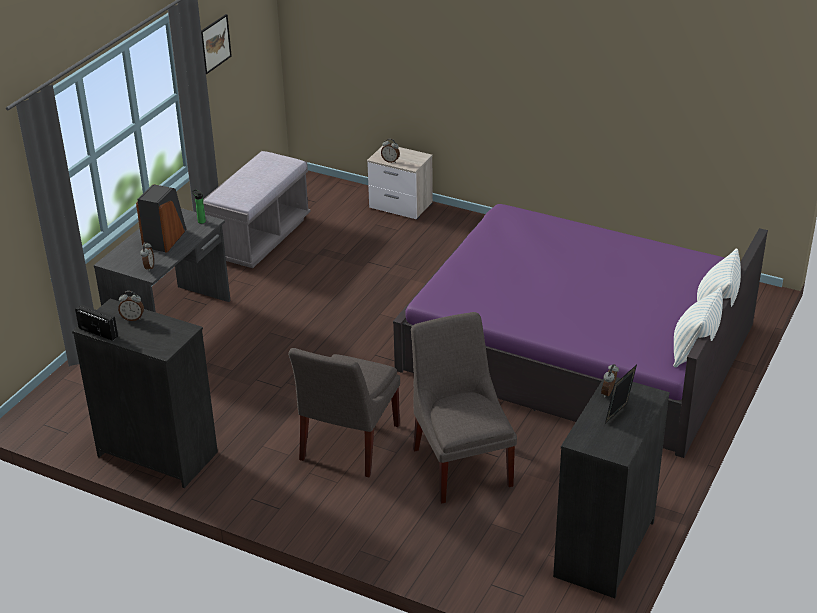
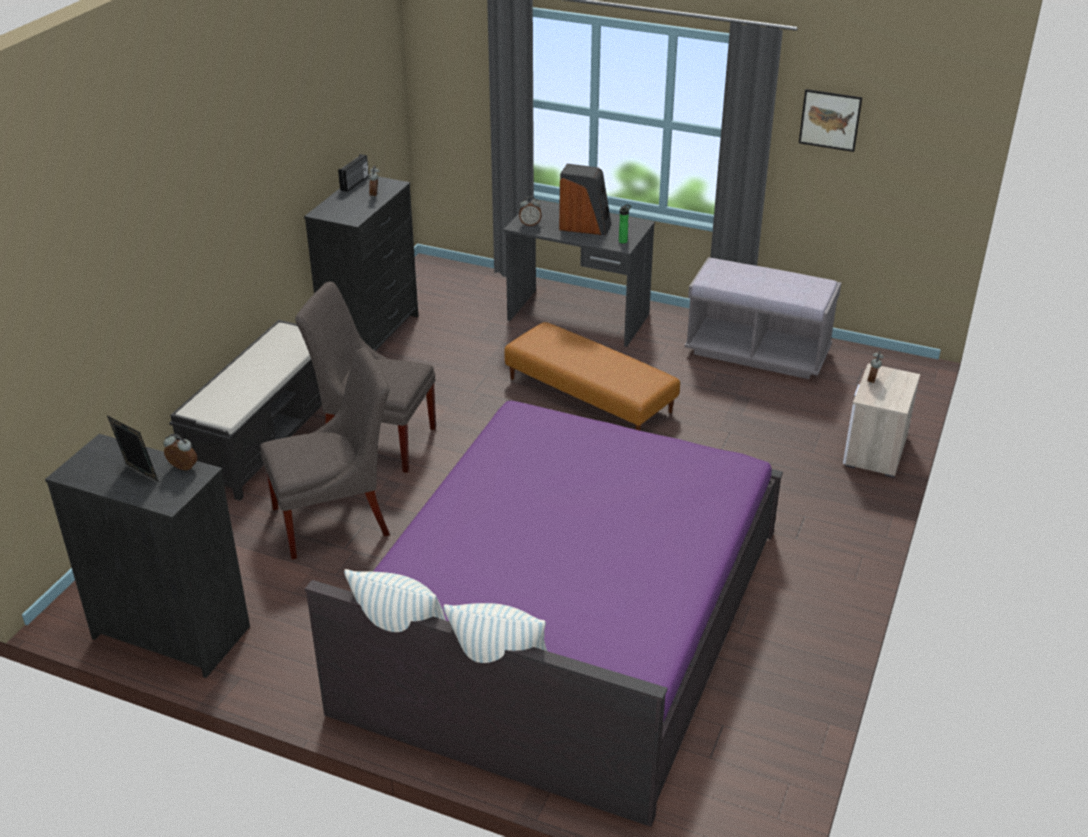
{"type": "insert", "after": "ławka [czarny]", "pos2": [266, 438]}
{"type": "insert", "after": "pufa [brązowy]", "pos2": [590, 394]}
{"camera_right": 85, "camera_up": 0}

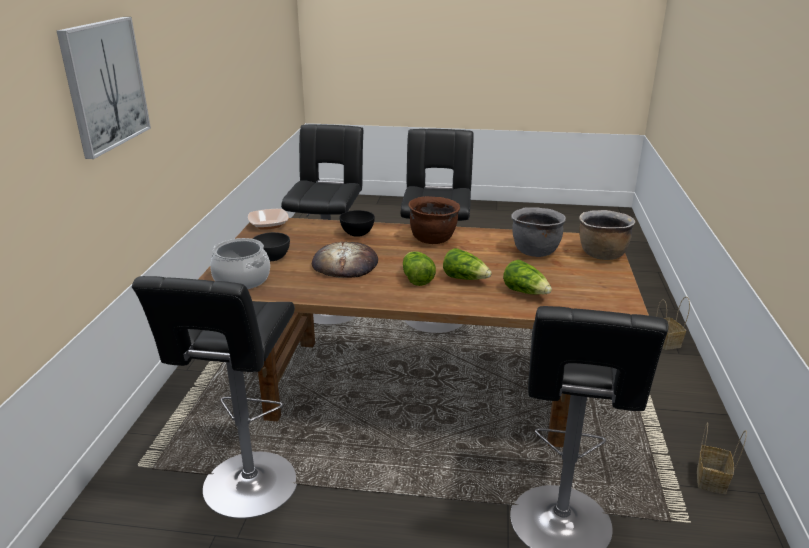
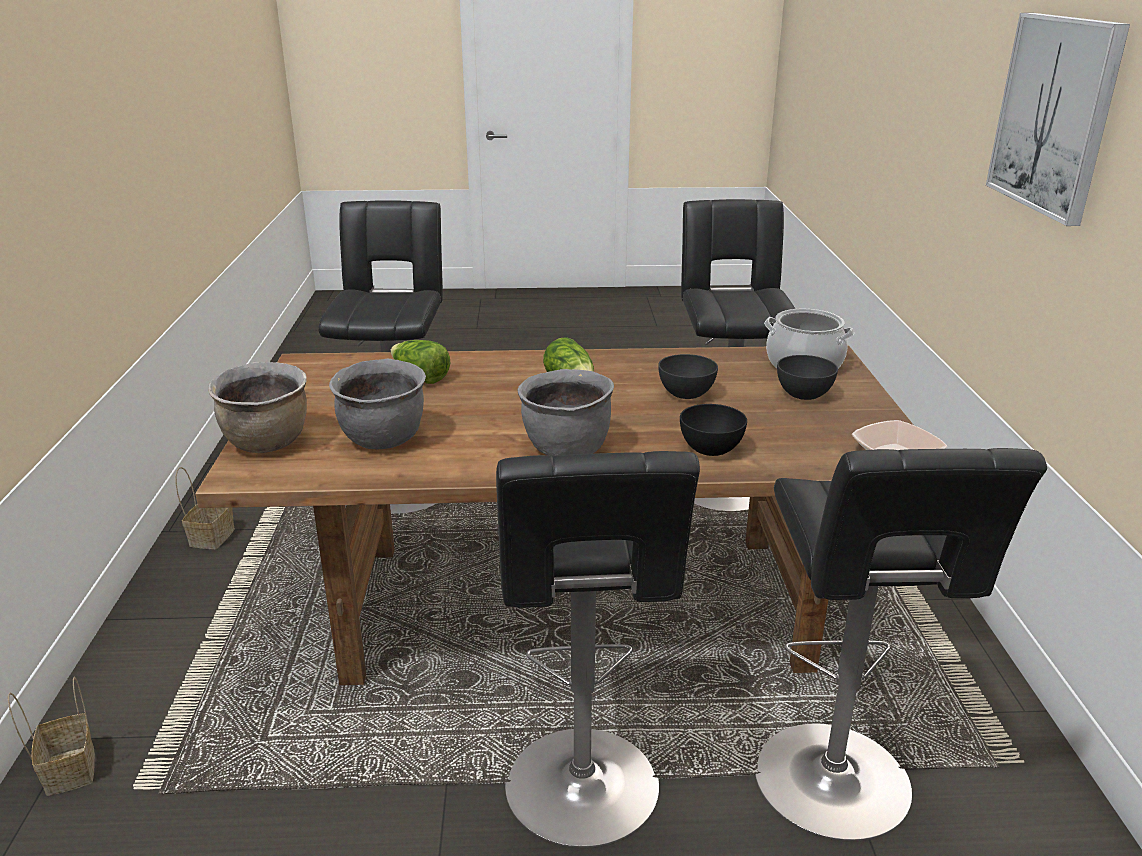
{"type": "delete", "before": "sałata", "pos1": [465, 279]}
{"type": "replace", "before": "chleb", "after": "miska [szary]", "pos1": [345, 264], "pos2": [686, 394]}
{"type": "recolor", "before": "garnek [brązowy]", "after": "garnek [szary]", "pos1": [433, 239], "pos2": [566, 449]}
{"camera_right": 170, "camera_up": 0}

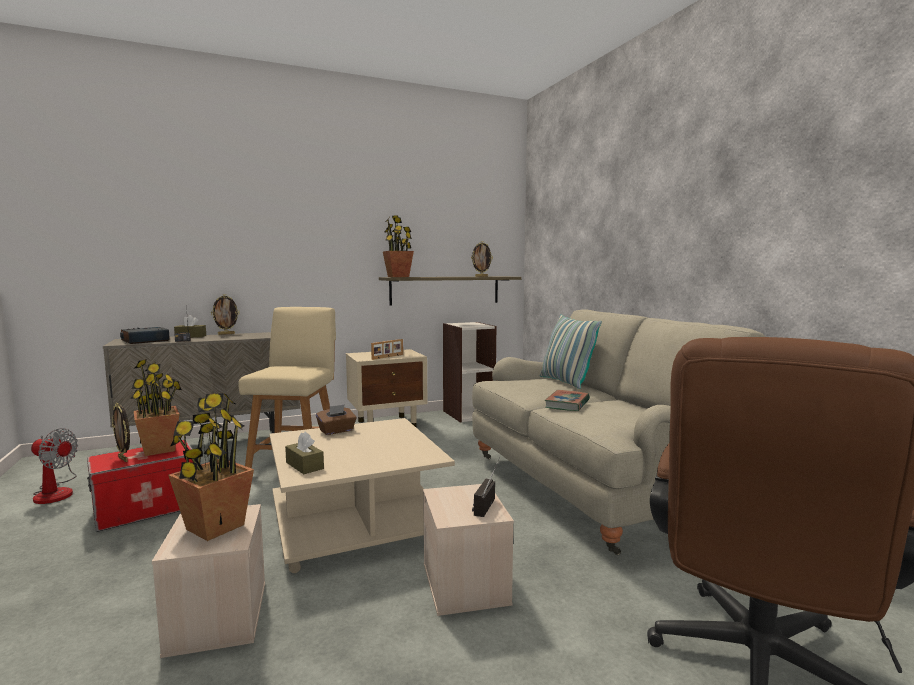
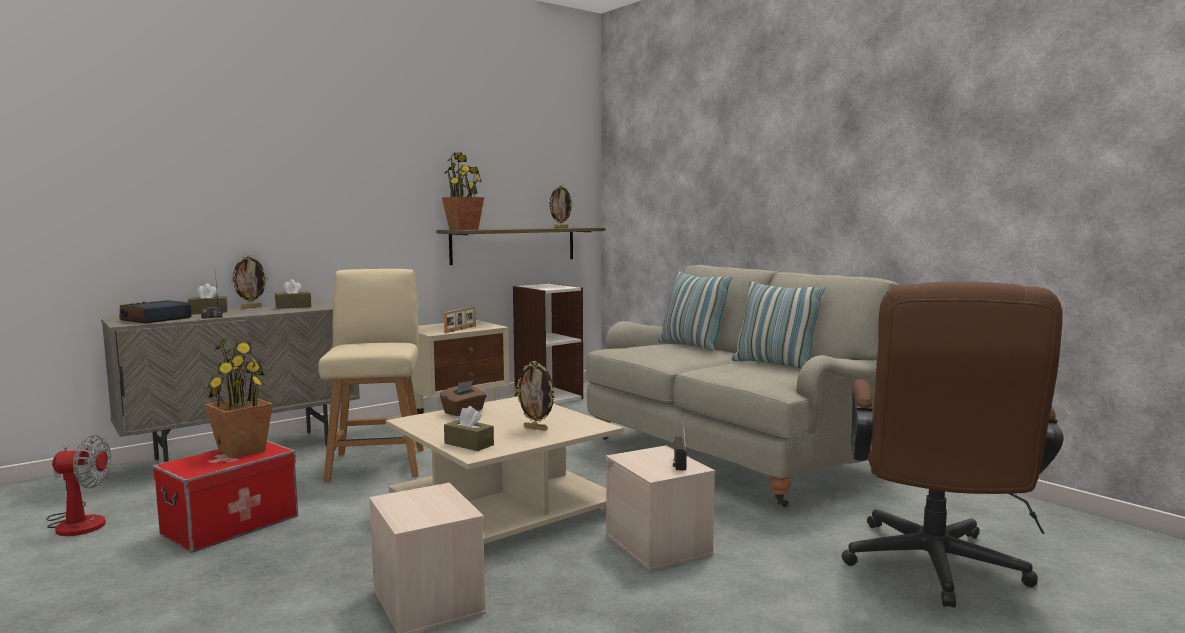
{"type": "delete", "before": "roślina doniczkowa", "pos1": [214, 527]}
{"type": "delete", "before": "książka", "pos1": [567, 404]}
{"type": "insert", "after": "pudełko chusteczek [brązowy]", "pos2": [293, 306]}
{"type": "insert", "after": "poduszka", "pos2": [774, 364]}
{"type": "move", "before": "ramka na zdjęcie", "pos1": [124, 459], "pos2": [536, 428]}
{"camera_right": -15, "camera_up": 0}

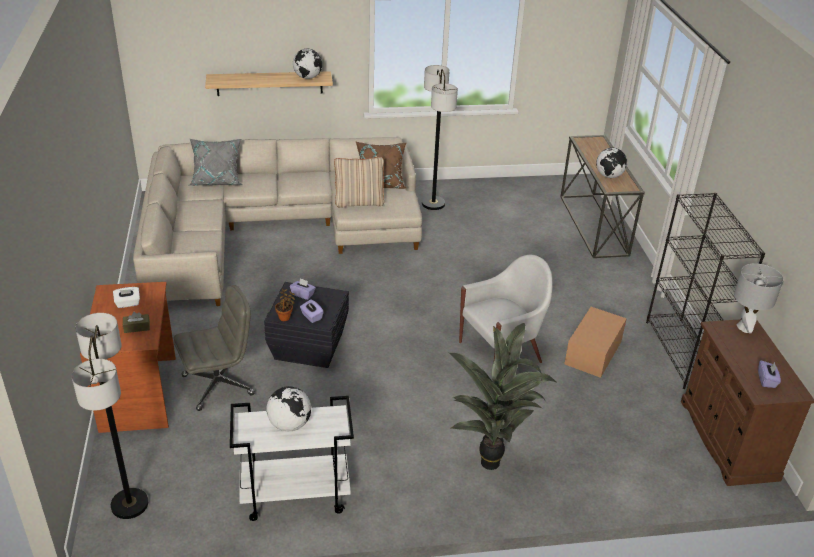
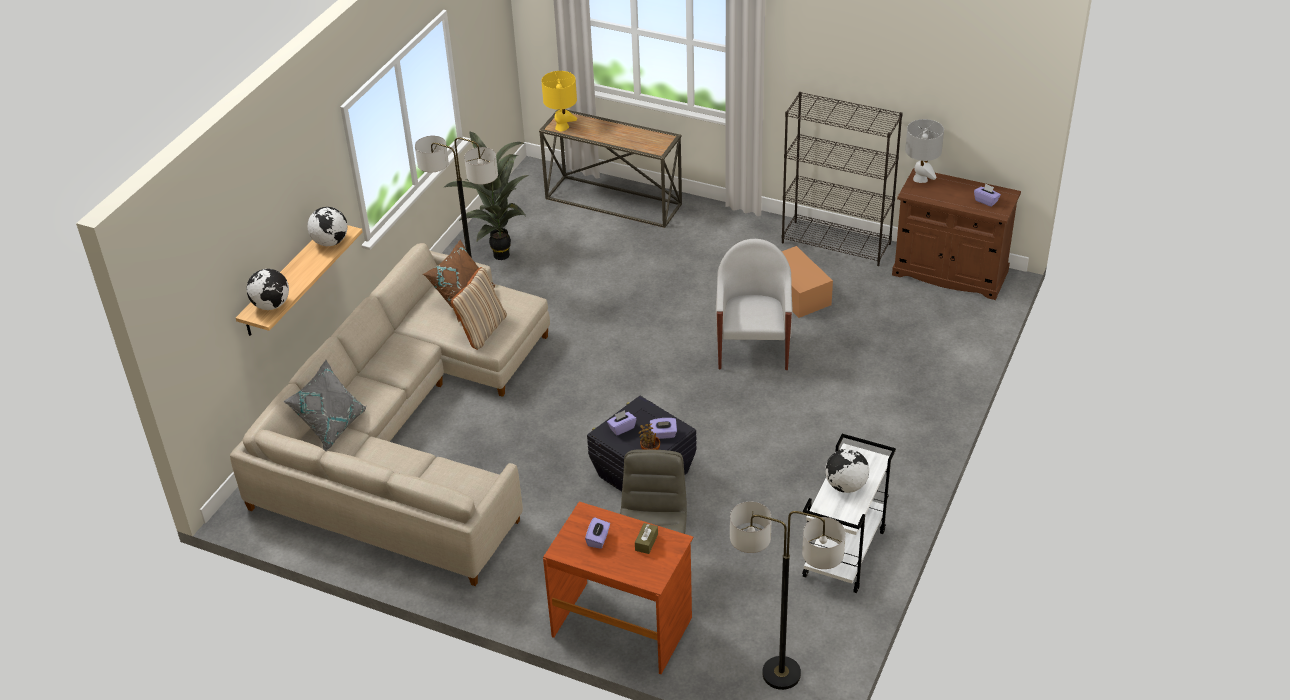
{"type": "insert", "after": "lampa stołowa [żółty]", "pos2": [562, 127]}
{"type": "move", "before": "roślina doniczkowa", "pos1": [491, 459], "pos2": [499, 253]}
{"type": "move", "before": "globus", "pos1": [609, 176], "pos2": [272, 305]}
{"type": "recolor", "before": "pudełko chusteczek [biały]", "after": "pudełko chusteczek [fioletowy]", "pos1": [128, 303], "pos2": [598, 539]}
{"camera_right": -55, "camera_up": 5}

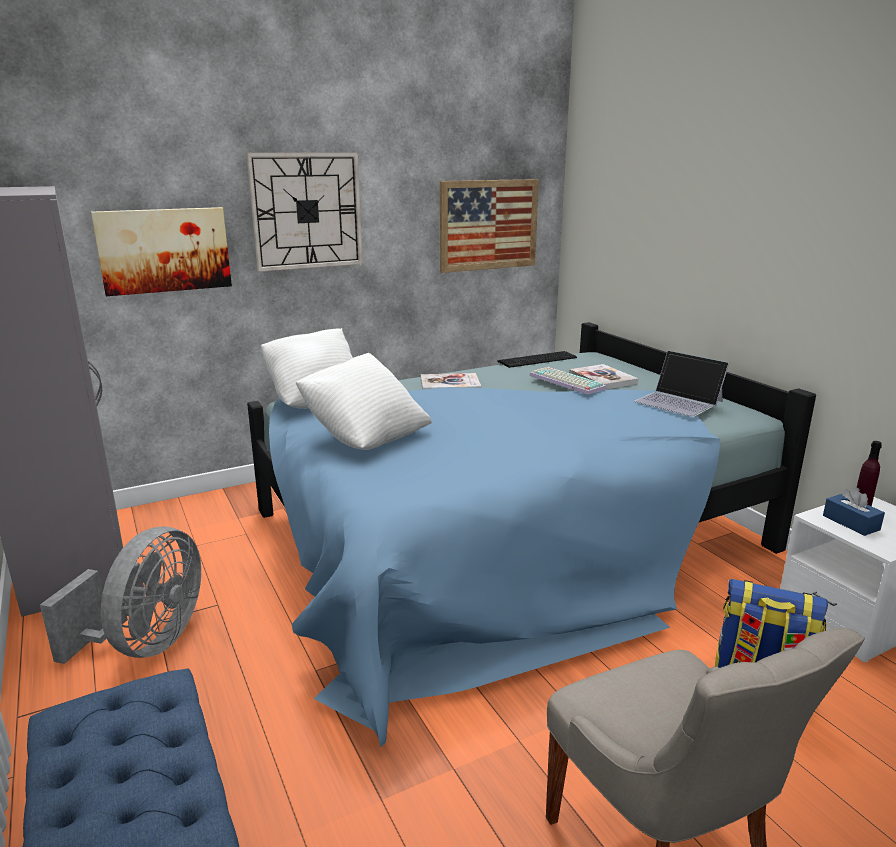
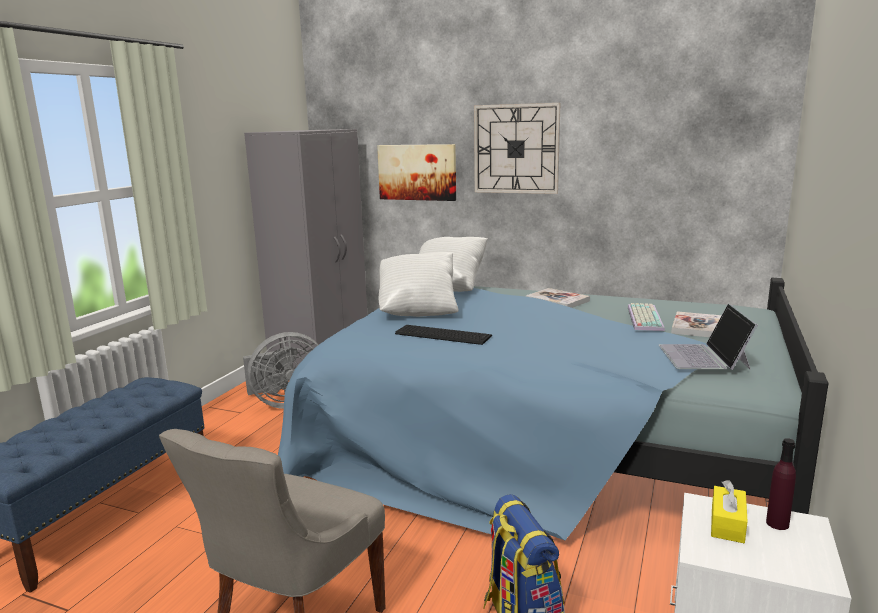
{"type": "delete", "before": "obraz", "pos1": [488, 225]}
{"type": "move", "before": "klawiatura", "pos1": [539, 360], "pos2": [443, 335]}
{"type": "recolor", "before": "pudełko chusteczek [niebieski]", "after": "pudełko chusteczek [żółty]", "pos1": [851, 523], "pos2": [727, 524]}
{"camera_right": 50, "camera_up": -5}

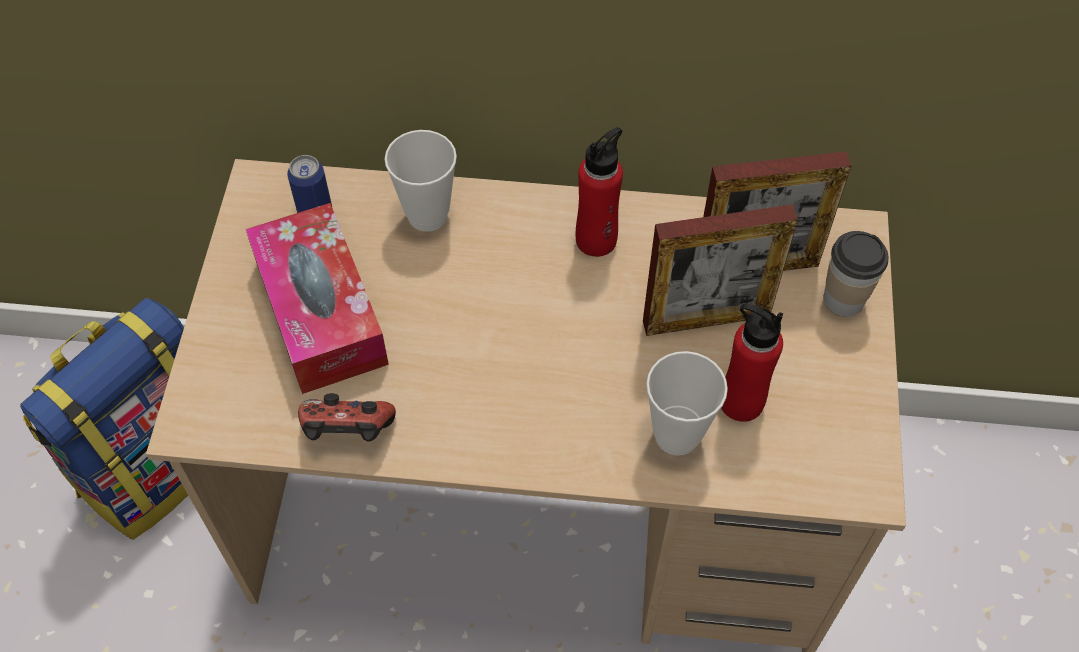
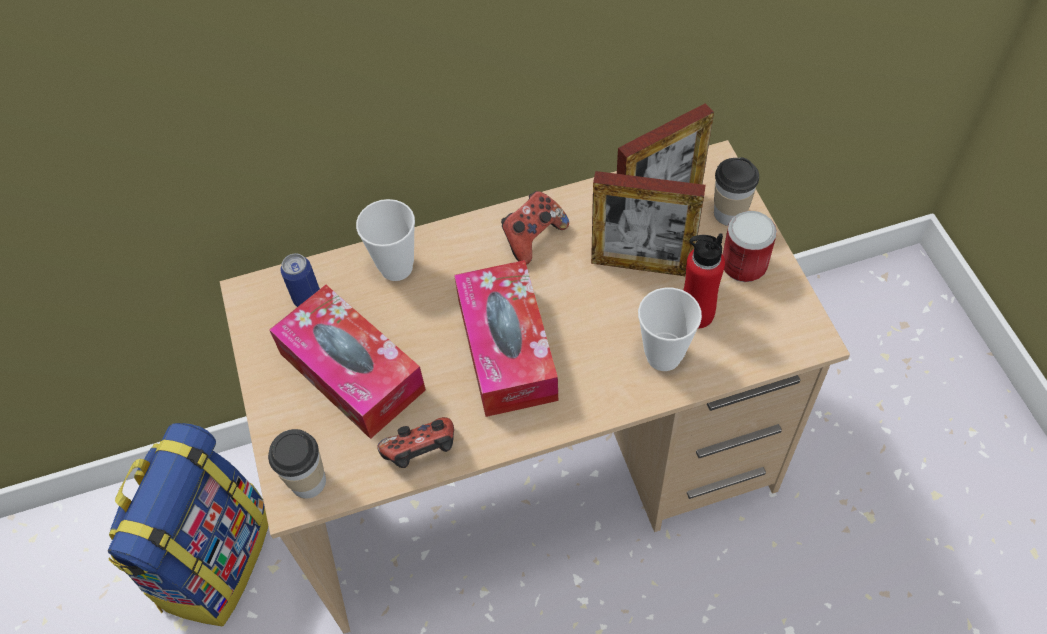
{"type": "insert", "after": "filiżanka", "pos2": [308, 481]}
{"type": "insert", "after": "pudełko chusteczek", "pos2": [506, 349]}
{"type": "insert", "after": "puszka", "pos2": [744, 264]}
{"type": "replace", "before": "butelka [czerwony]", "after": "pad do gier", "pos1": [596, 240], "pos2": [533, 237]}
{"type": "rotate", "before": "ramka na zdjęcie", "pos1": [706, 319], "pos2": [641, 264], "turn": 45}
{"camera_right": -20, "camera_up": 0}

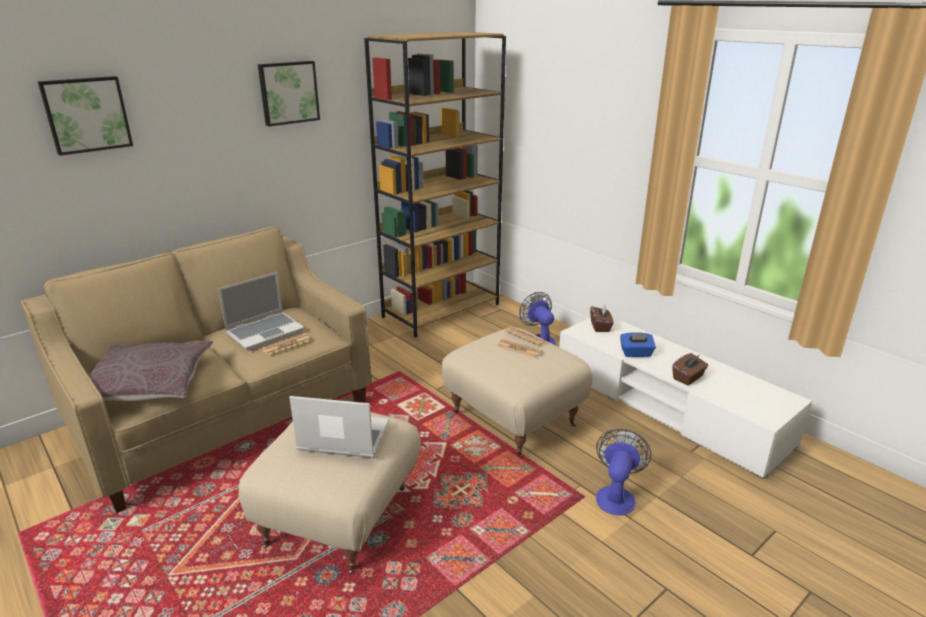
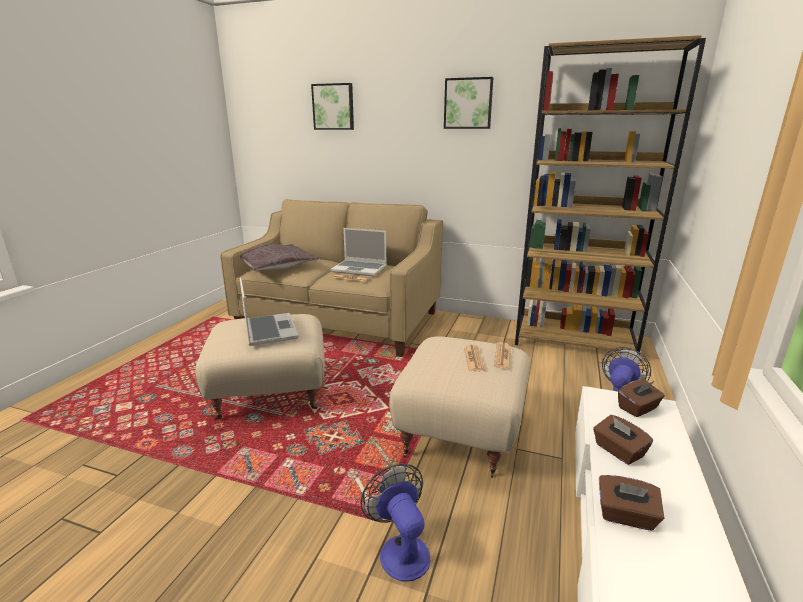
{"type": "recolor", "before": "pudełko chusteczek [niebieski]", "after": "pudełko chusteczek [brązowy]", "pos1": [636, 353], "pos2": [618, 451]}
{"type": "rotate", "before": "wentylator", "pos1": [616, 495], "pos2": [400, 549], "turn": -105}
{"camera_right": 60, "camera_up": -5}

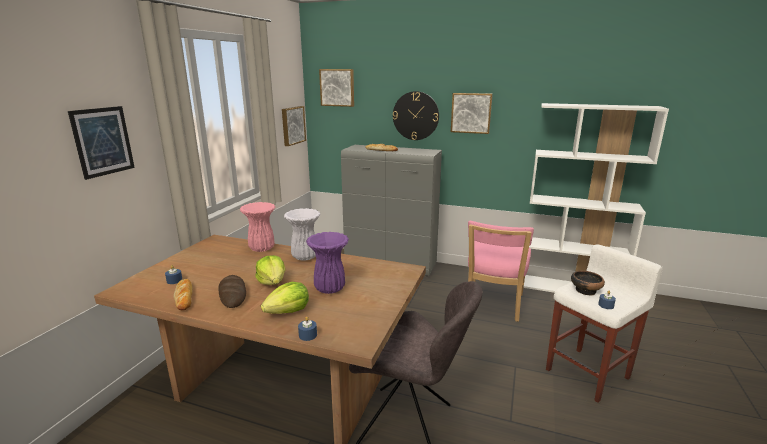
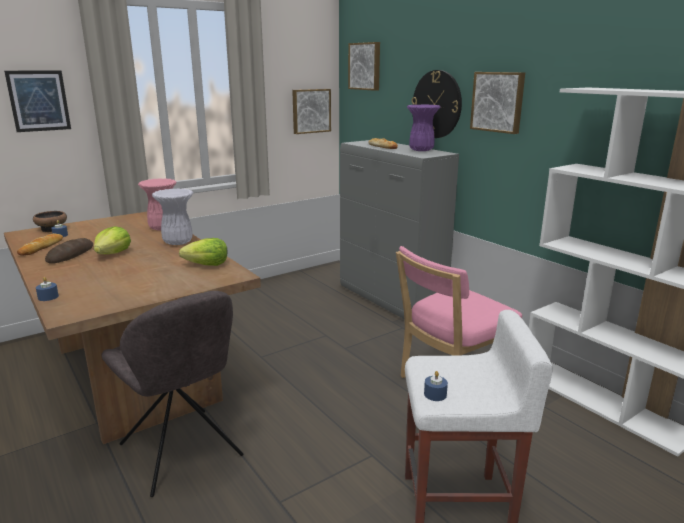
{"type": "move", "before": "sałata", "pos1": [288, 311], "pos2": [207, 265]}
{"type": "move", "before": "wazon [fioletowy]", "pos1": [330, 289], "pos2": [422, 150]}
{"type": "move", "before": "miska", "pos1": [585, 290], "pos2": [52, 229]}
{"camera_right": 35, "camera_up": 0}

